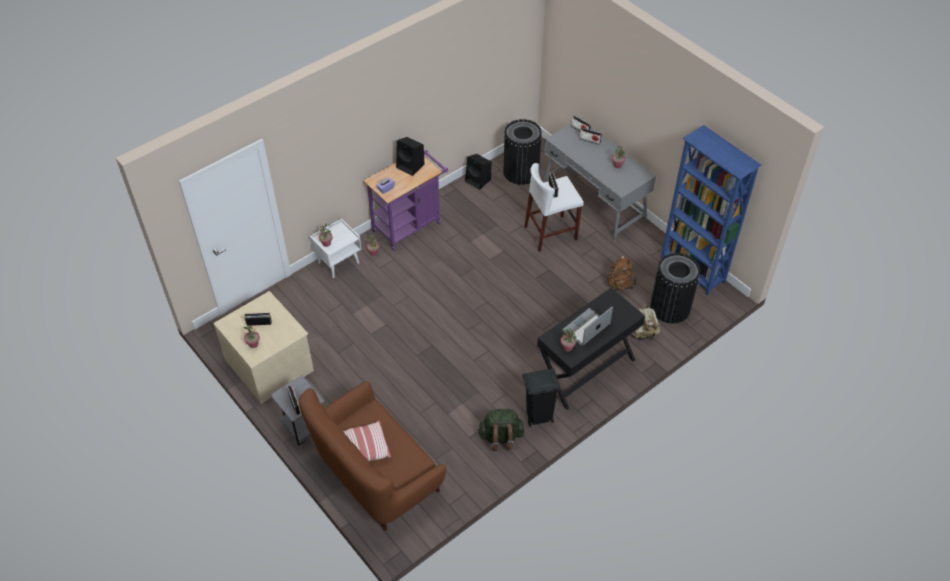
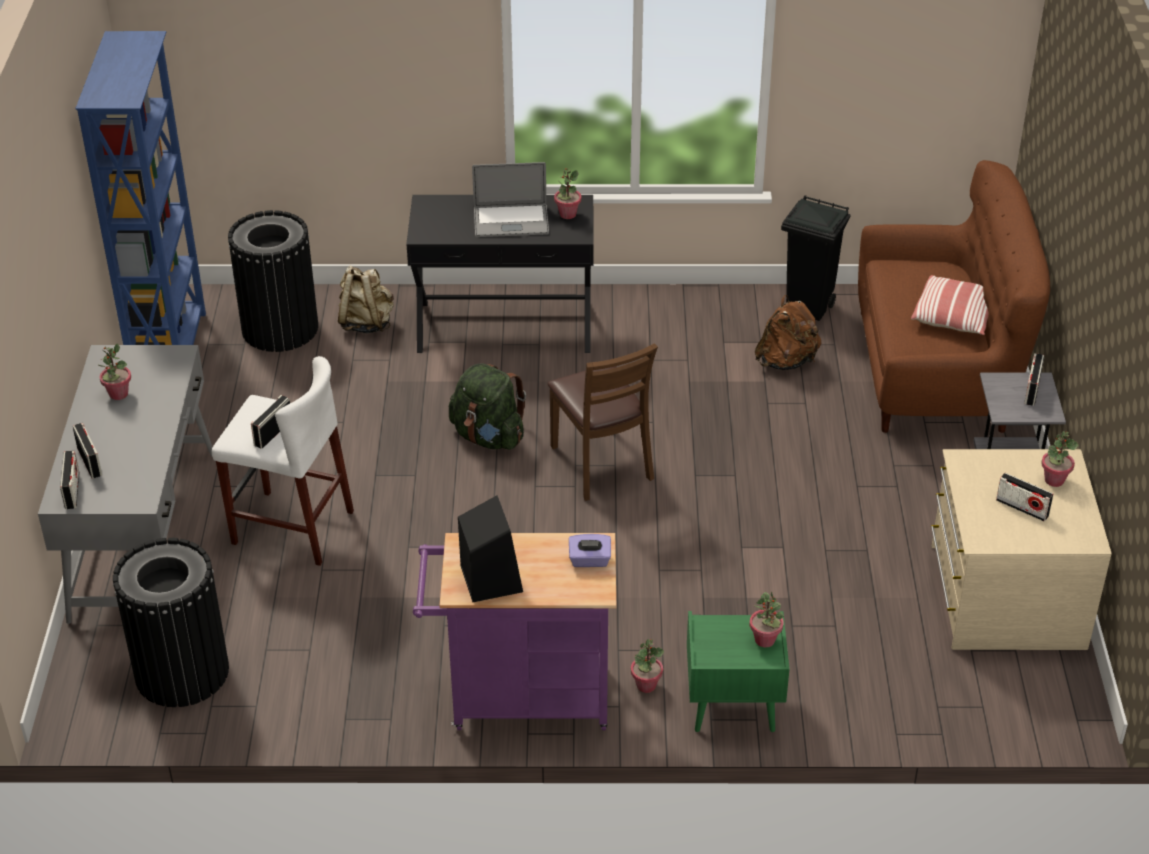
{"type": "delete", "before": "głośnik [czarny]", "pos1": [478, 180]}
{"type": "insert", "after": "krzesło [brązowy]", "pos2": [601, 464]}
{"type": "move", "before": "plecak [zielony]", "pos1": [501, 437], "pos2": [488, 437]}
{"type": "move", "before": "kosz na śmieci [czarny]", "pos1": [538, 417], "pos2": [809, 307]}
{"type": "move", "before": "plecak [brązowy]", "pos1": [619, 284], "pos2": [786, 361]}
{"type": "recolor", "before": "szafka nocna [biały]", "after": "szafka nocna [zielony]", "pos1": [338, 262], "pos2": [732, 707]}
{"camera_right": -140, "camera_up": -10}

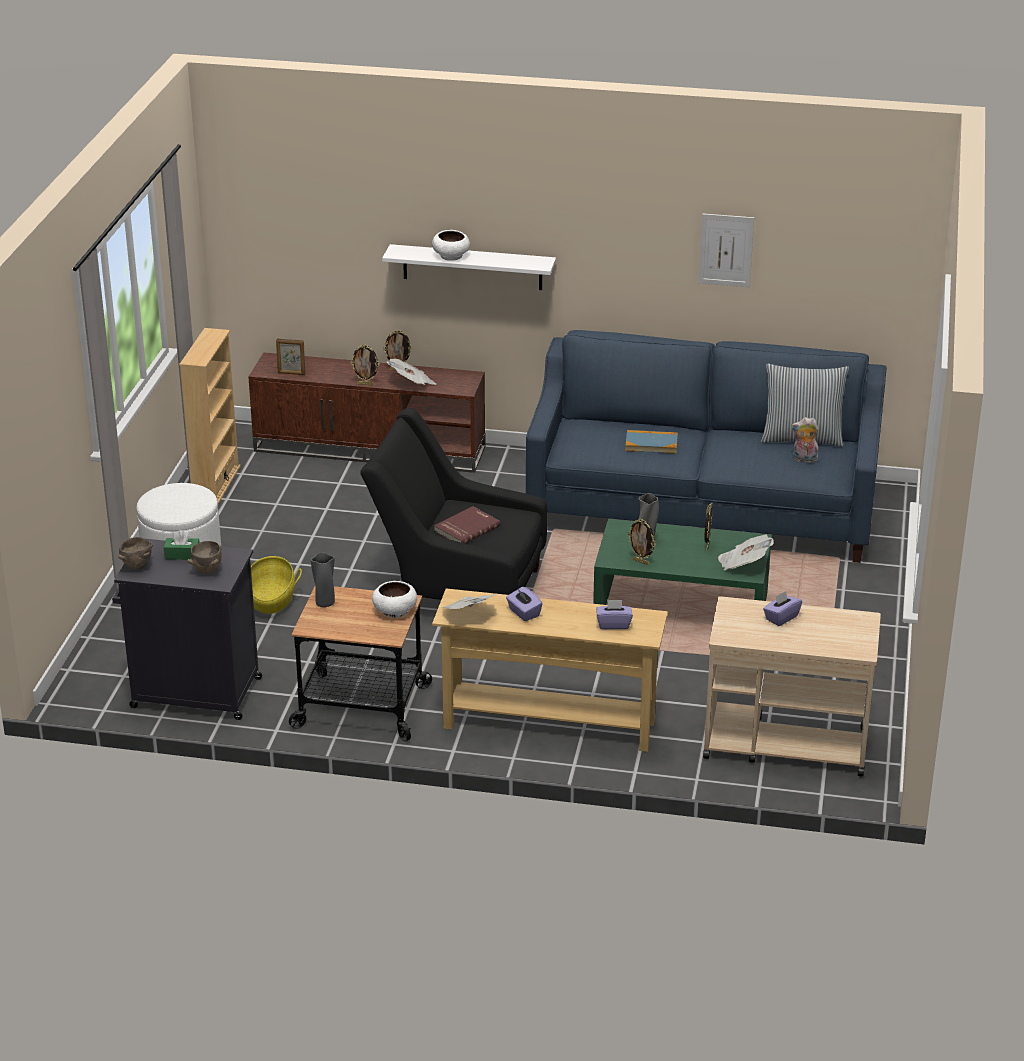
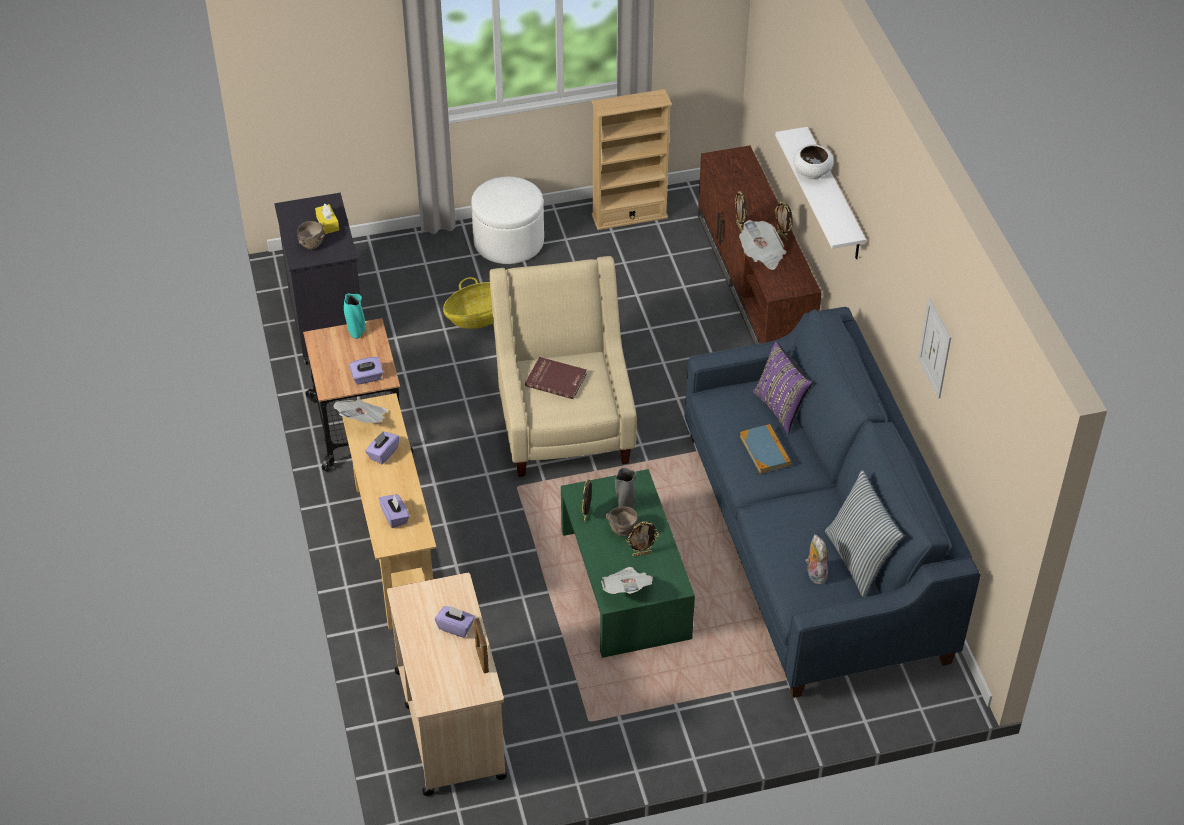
{"type": "insert", "after": "poduszka [fioletowy]", "pos2": [780, 408]}
{"type": "move", "before": "miska [brązowy]", "pos1": [137, 566], "pos2": [624, 532]}
{"type": "move", "before": "ramka na zdjęcie", "pos1": [291, 373], "pos2": [482, 659]}
{"type": "replace", "before": "miska [biały]", "after": "pudełko chusteczek [fioletowy]", "pos1": [394, 611], "pos2": [367, 377]}
{"type": "recolor", "before": "pudełko chusteczek [zielony]", "after": "pudełko chusteczek [żółty]", "pos1": [182, 555], "pos2": [327, 223]}
{"type": "recolor", "before": "wazon [szary]", "after": "wazon [turkusowy]", "pos1": [325, 603], "pos2": [356, 333]}
{"type": "recolor", "before": "fotel [czarny]", "after": "fotel [beżowy]", "pos1": [458, 589], "pos2": [564, 422]}
{"camera_right": 65, "camera_up": 15}

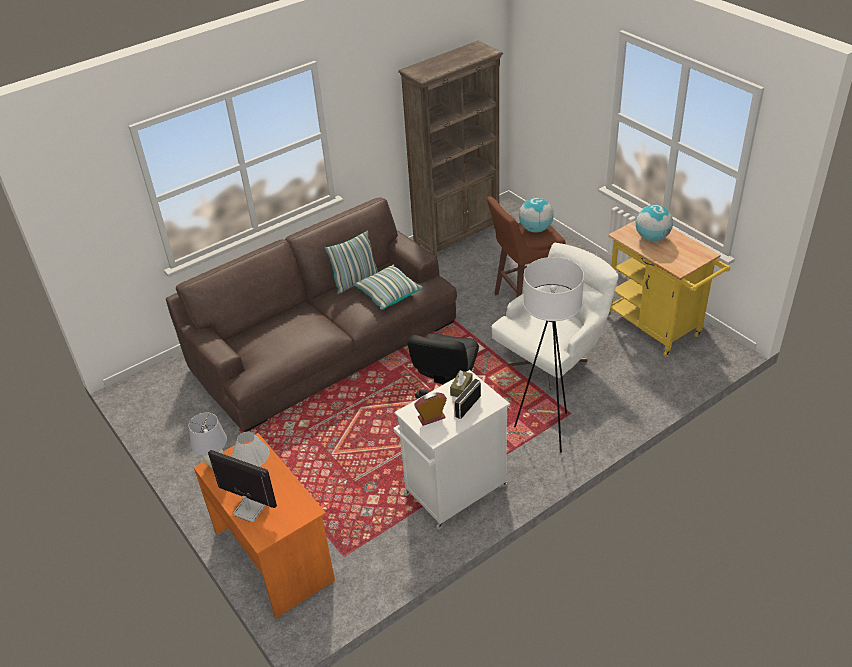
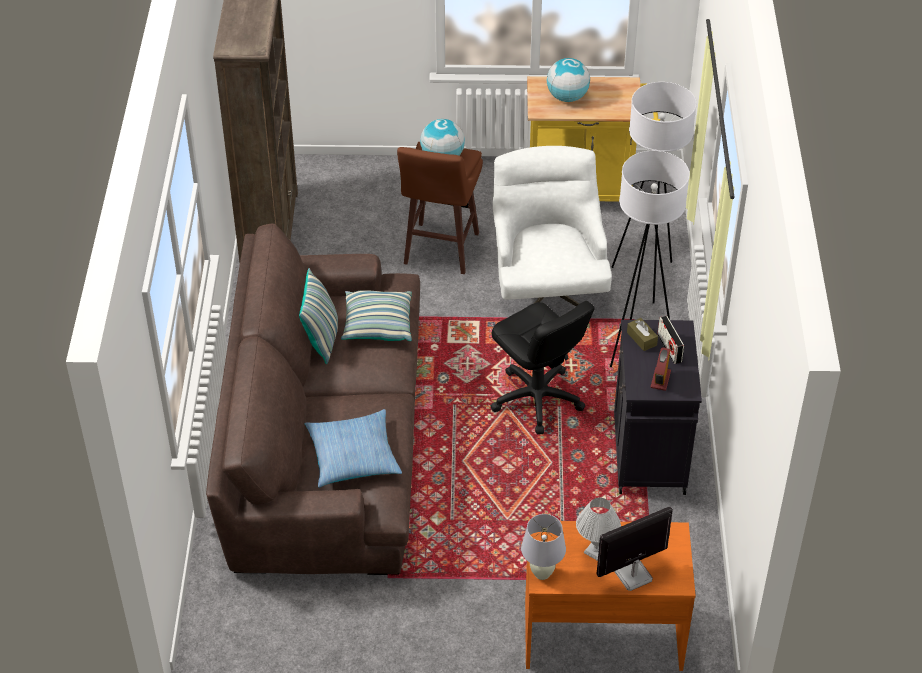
{"type": "insert", "after": "poduszka", "pos2": [353, 456]}
{"type": "insert", "after": "lampa stojąca [biały]", "pos2": [645, 278]}
{"type": "recolor", "before": "szafka [biały]", "after": "szafka [czarny]", "pos1": [454, 491], "pos2": [649, 457]}
{"camera_right": -55, "camera_up": 5}

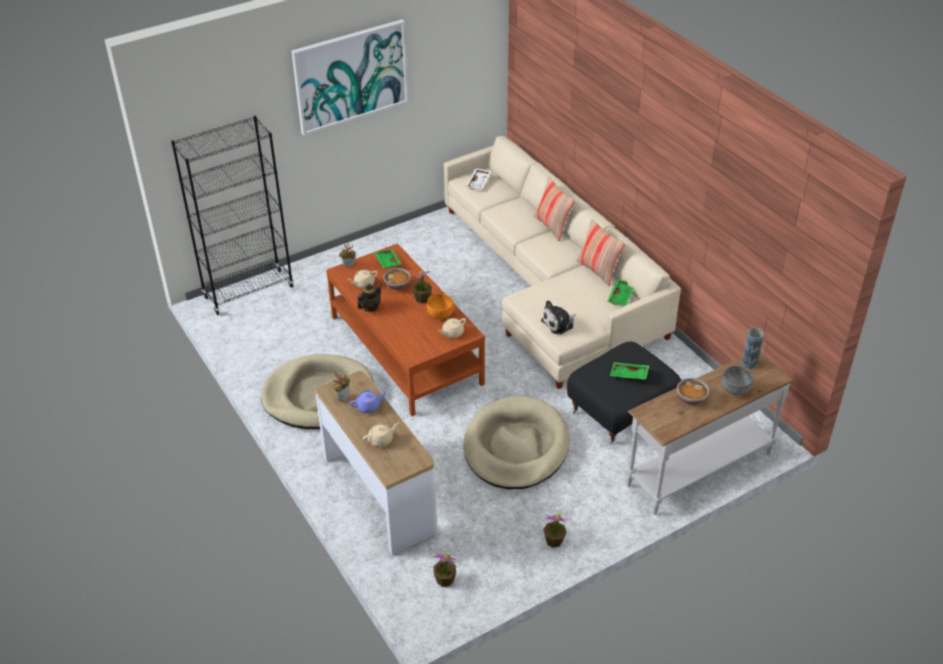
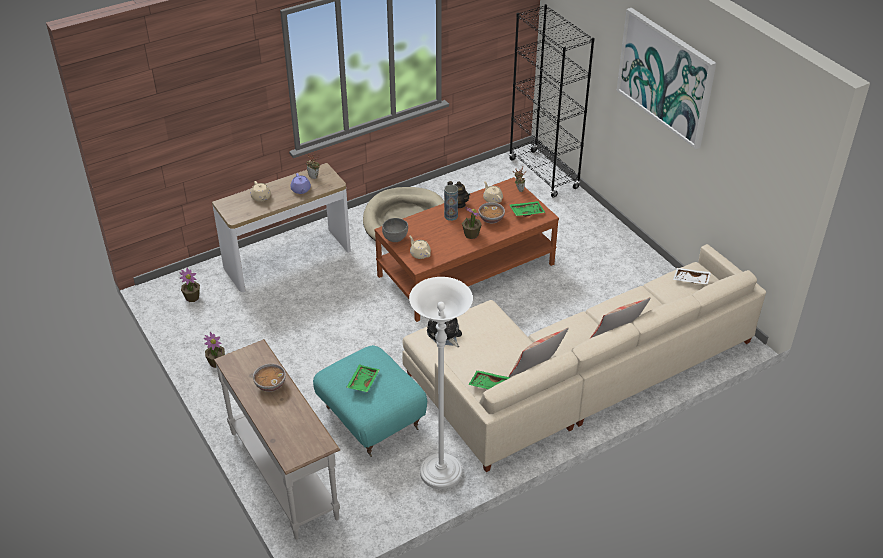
{"type": "delete", "before": "miska [pomarańczowy]", "pos1": [440, 315]}
{"type": "delete", "before": "legowisko [beżowy]", "pos1": [516, 447]}
{"type": "insert", "after": "lampa stojąca [biały]", "pos2": [441, 473]}
{"type": "move", "before": "miska [szary]", "pos1": [735, 390], "pos2": [395, 238]}
{"type": "move", "before": "wazon", "pos1": [749, 363], "pos2": [451, 216]}
{"type": "recolor", "before": "pufa [czarny]", "after": "pufa [turkusowy]", "pos1": [621, 412], "pos2": [370, 419]}
{"camera_right": 90, "camera_up": 0}

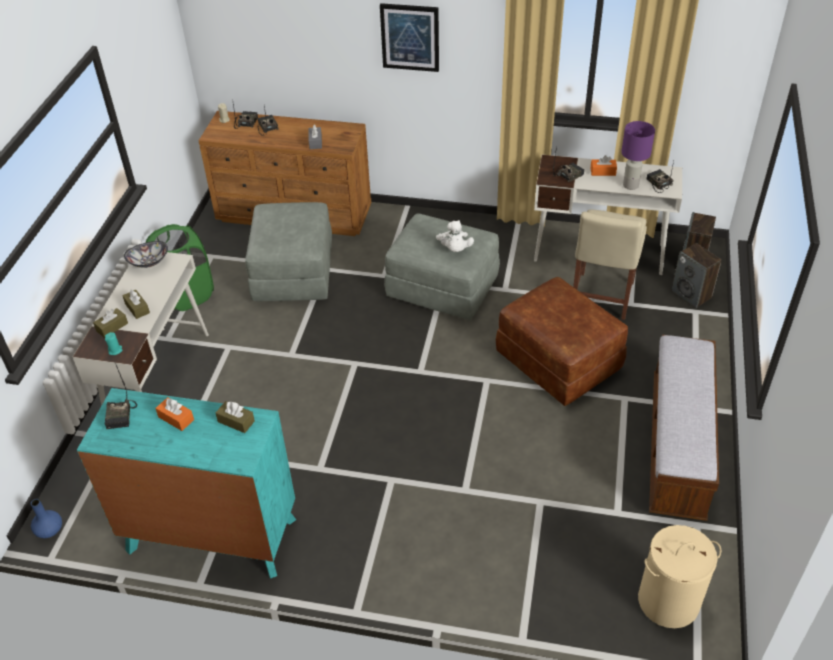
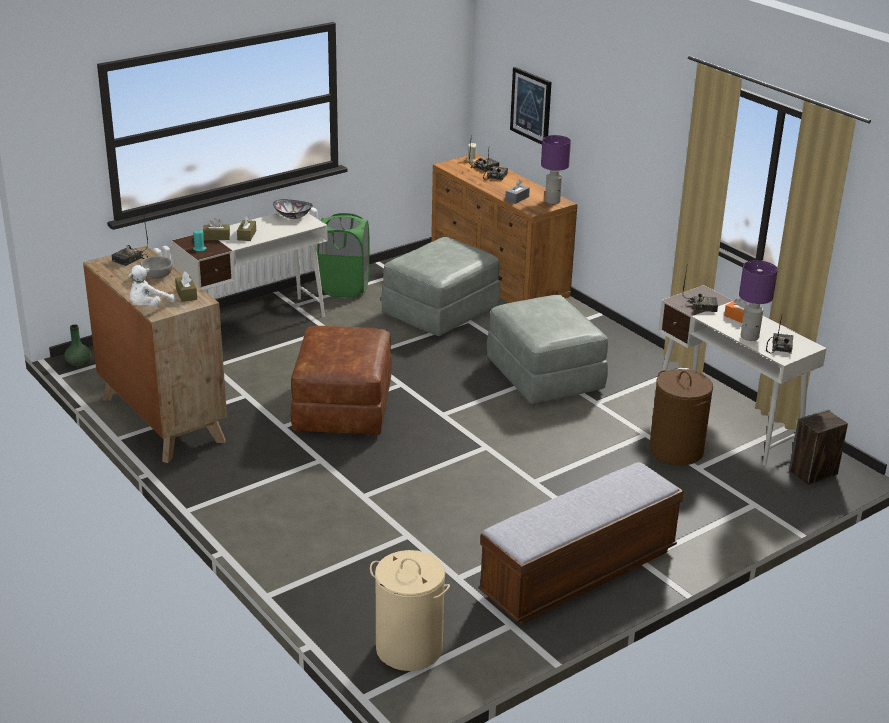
{"type": "delete", "before": "głośnik", "pos1": [691, 295]}
{"type": "insert", "after": "lampa stołowa [fioletowy]", "pos2": [552, 201]}
{"type": "move", "before": "obraz", "pos1": [410, 37], "pos2": [531, 106]}
{"type": "move", "before": "pluszak [biały]", "pos1": [455, 249], "pos2": [149, 307]}
{"type": "move", "before": "pufa [brązowy]", "pos1": [557, 361], "pos2": [342, 408]}
{"type": "replace", "before": "pudełko chusteczek [pomarańczowy]", "after": "miska [szary]", "pos1": [176, 418], "pos2": [156, 276]}
{"type": "replace", "before": "krzesło [beżowy]", "after": "kosz na pranie [brązowy]", "pos1": [601, 298], "pos2": [675, 450]}
{"type": "recolor", "before": "wazon [niebieski]", "after": "wazon [zielony]", "pos1": [49, 530], "pos2": [78, 362]}
{"type": "recolor", "before": "komoda [turkusowy]", "after": "komoda [brązowy]", "pos1": [211, 535], "pos2": [162, 419]}
{"camera_right": 40, "camera_up": -15}

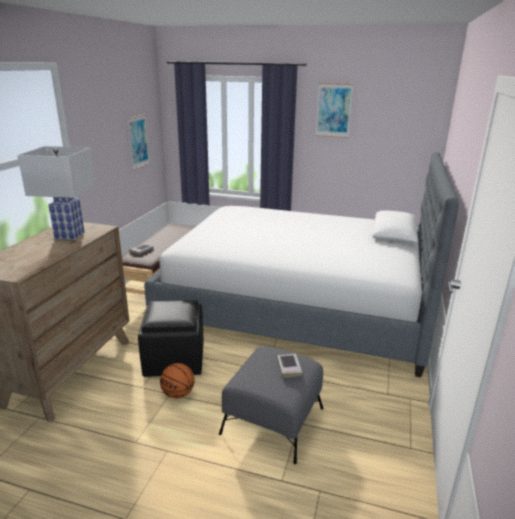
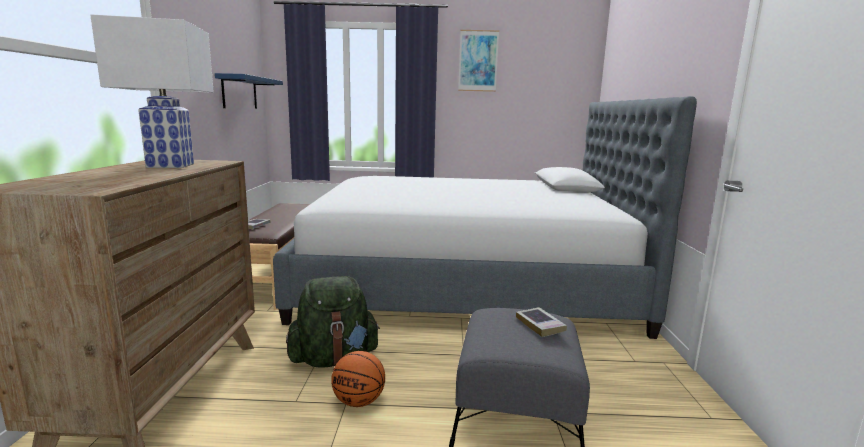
{"type": "replace", "before": "obraz", "after": "półka [niebieski]", "pos1": [138, 142], "pos2": [239, 92]}
{"type": "replace", "before": "pufa [czarny]", "after": "plecak [zielony]", "pos1": [175, 359], "pos2": [334, 359]}
{"camera_right": -15, "camera_up": -10}

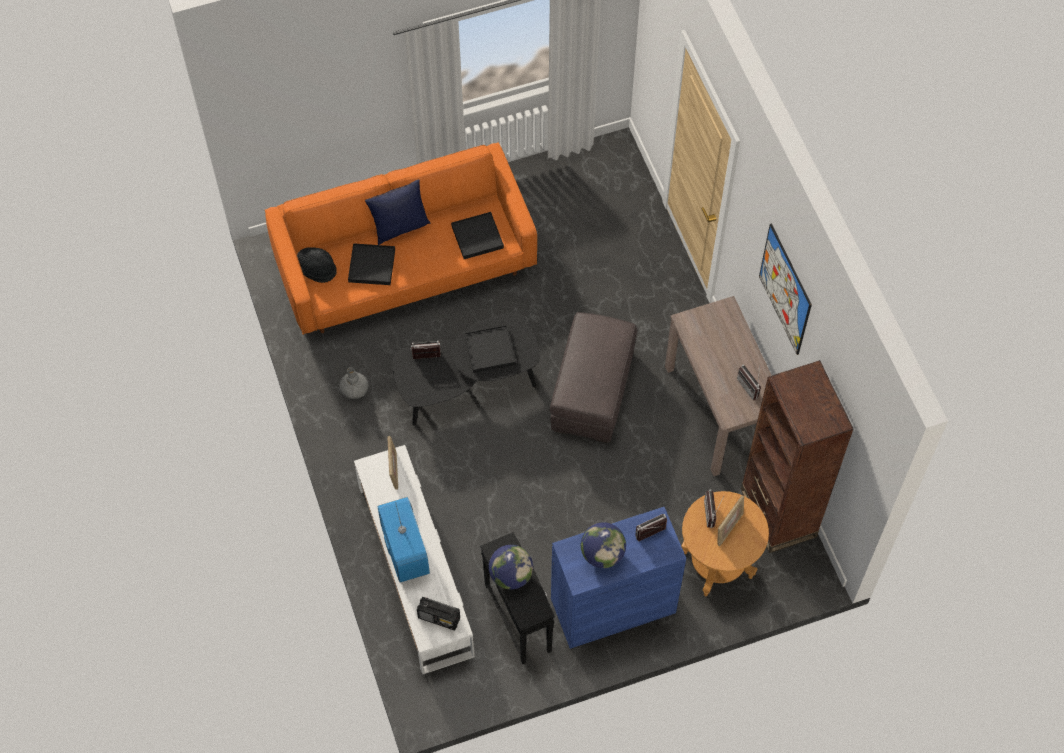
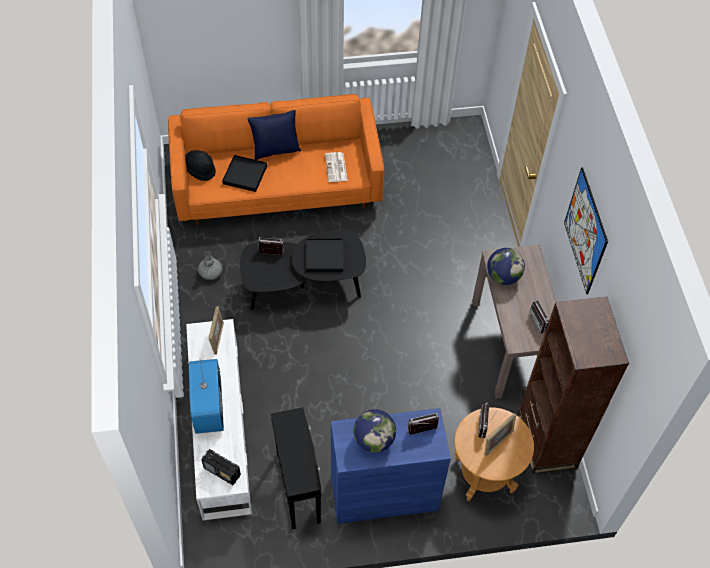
{"type": "delete", "before": "pufa [szary]", "pos1": [592, 390]}
{"type": "move", "before": "globus", "pos1": [511, 575], "pos2": [503, 276]}
{"type": "replace", "before": "taca [czarny]", "after": "gazeta", "pos1": [477, 237], "pos2": [336, 168]}
{"camera_right": 10, "camera_up": -5}

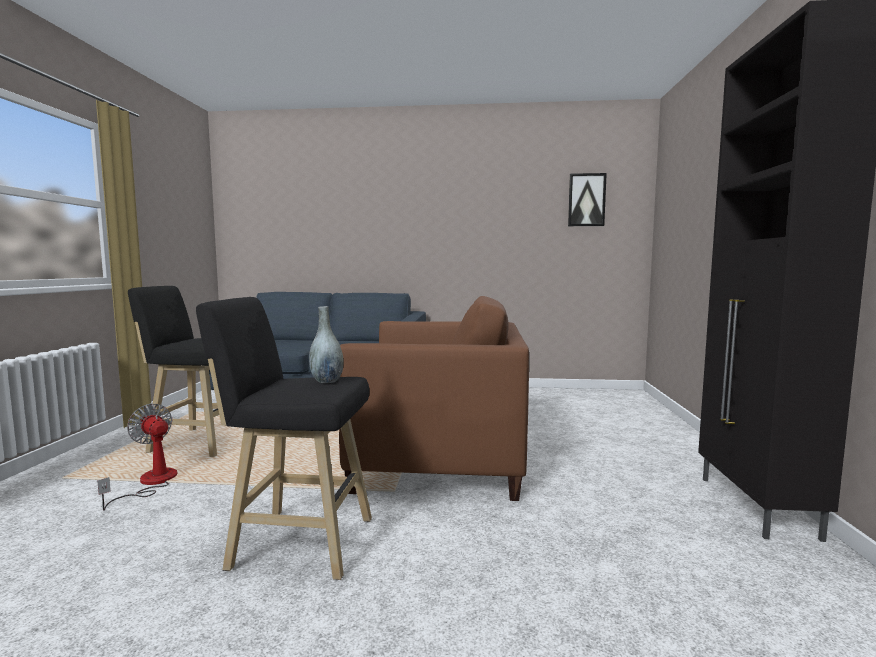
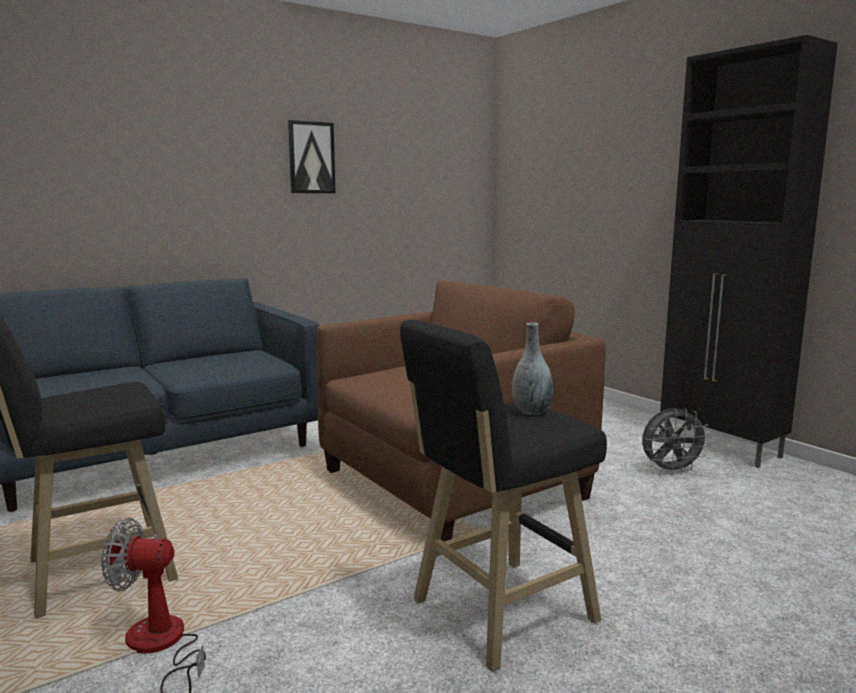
{"type": "insert", "after": "wentylator [szary]", "pos2": [671, 471]}
{"type": "move", "before": "obraz", "pos1": [586, 200], "pos2": [311, 157]}
{"camera_right": -40, "camera_up": 5}

